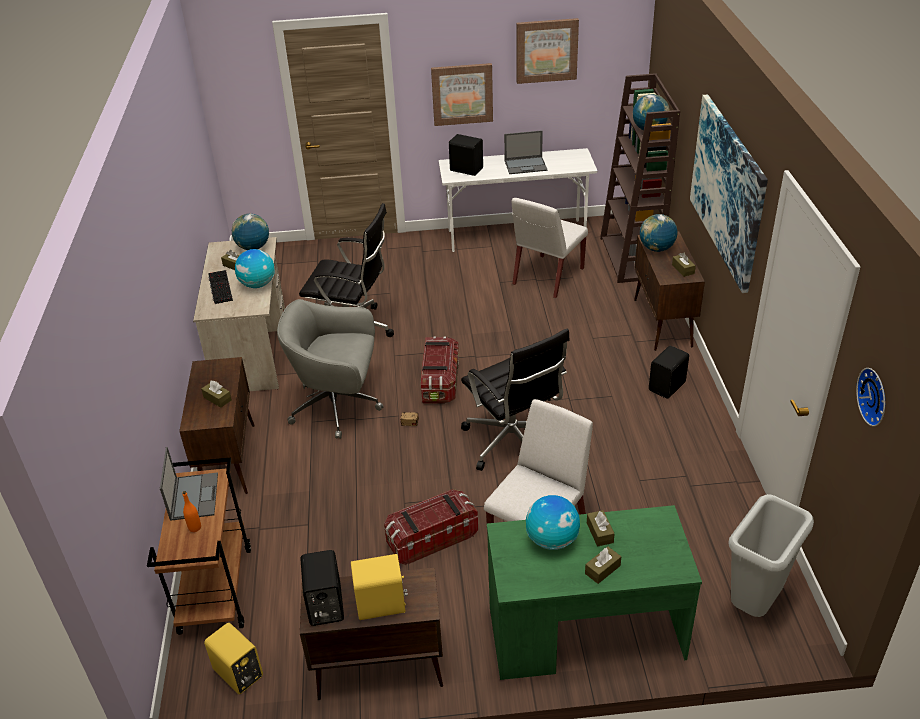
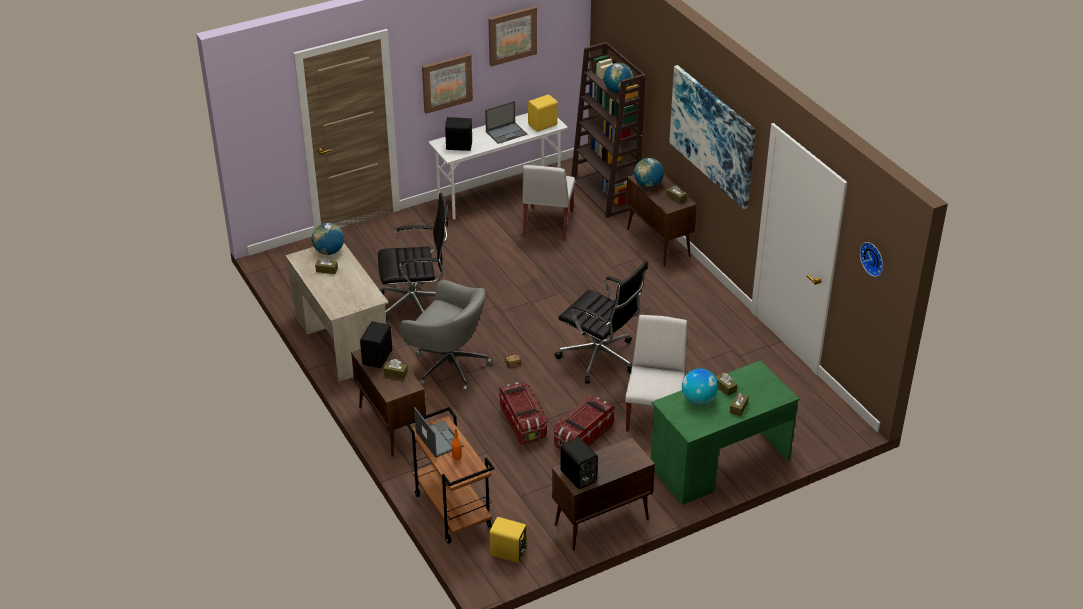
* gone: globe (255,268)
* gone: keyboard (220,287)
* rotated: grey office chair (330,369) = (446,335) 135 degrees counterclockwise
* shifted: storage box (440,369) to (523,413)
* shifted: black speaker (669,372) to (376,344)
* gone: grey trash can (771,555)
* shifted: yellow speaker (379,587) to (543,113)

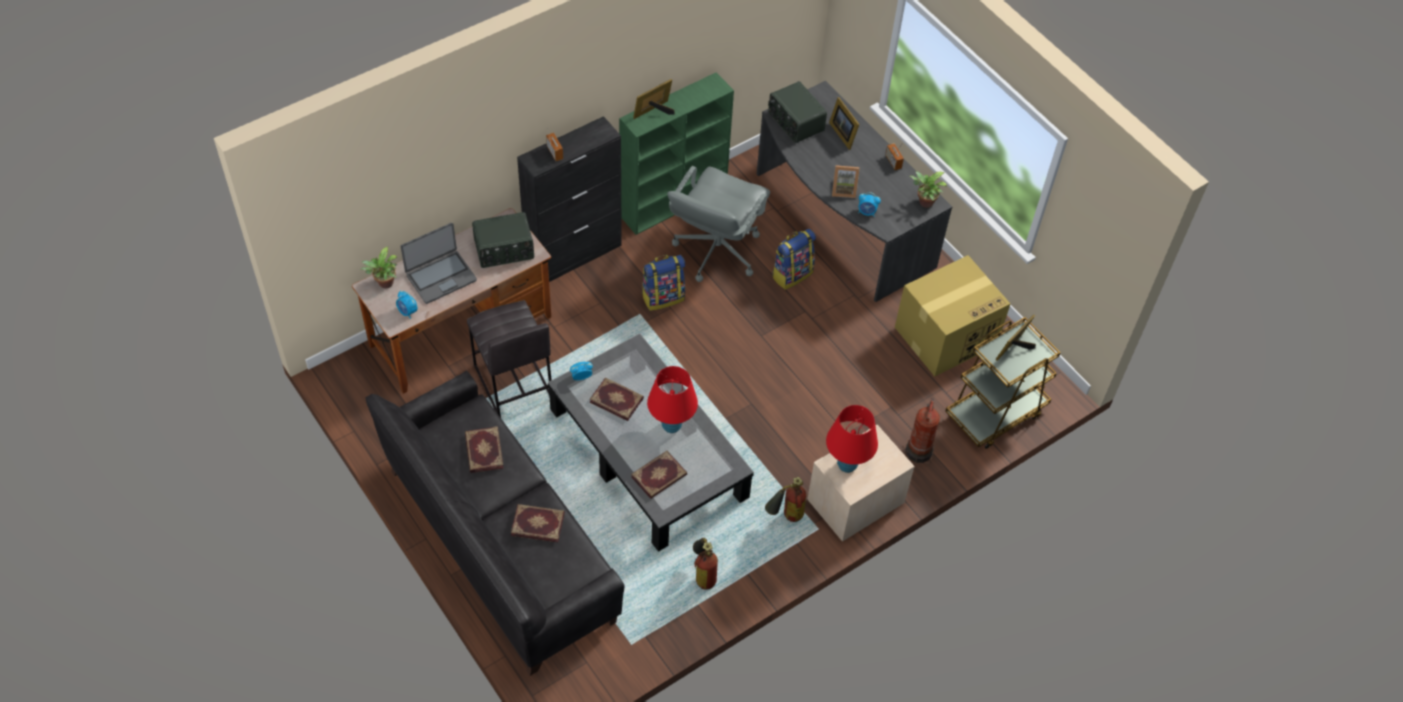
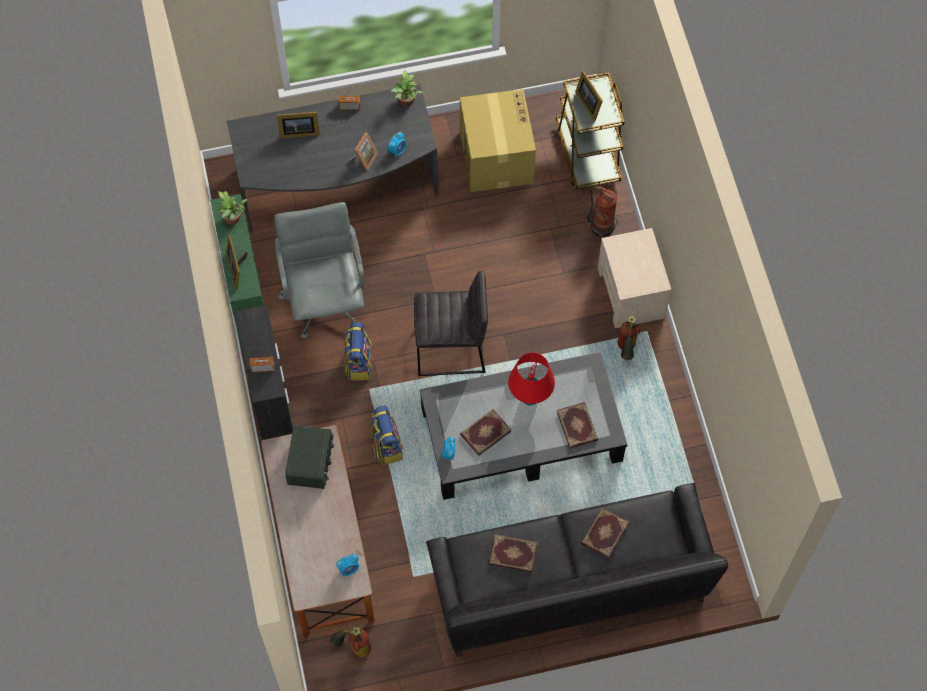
* gone: radio (797,112)
* rotated: grey office chair (718,224) = (319,270) 150 degrees counterclockwise
* gone: laptop (439,263)
* shifted: backpack (794,259) to (386,435)
* shifted: potted plant (378,267) to (232,208)
* shifted: grey stool (509,359) to (451,323)
* gone: red table lamp (852,439)
* shifted: fire extinguisher (705,564) to (350,642)

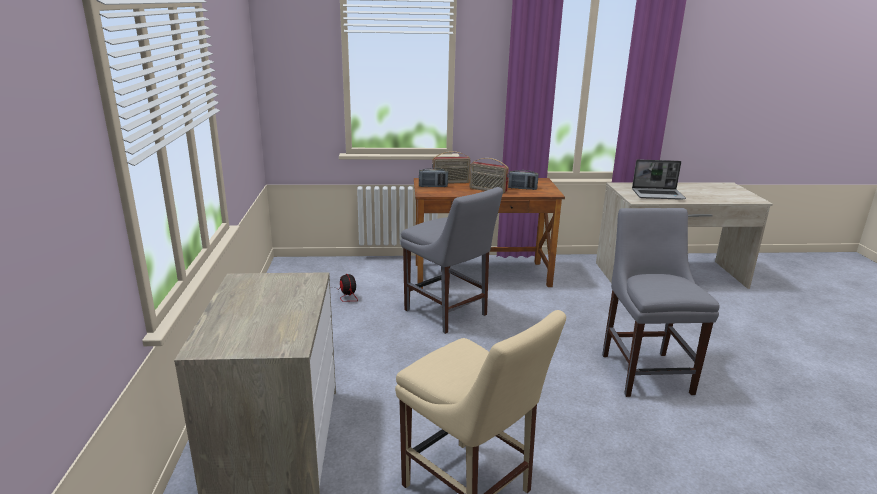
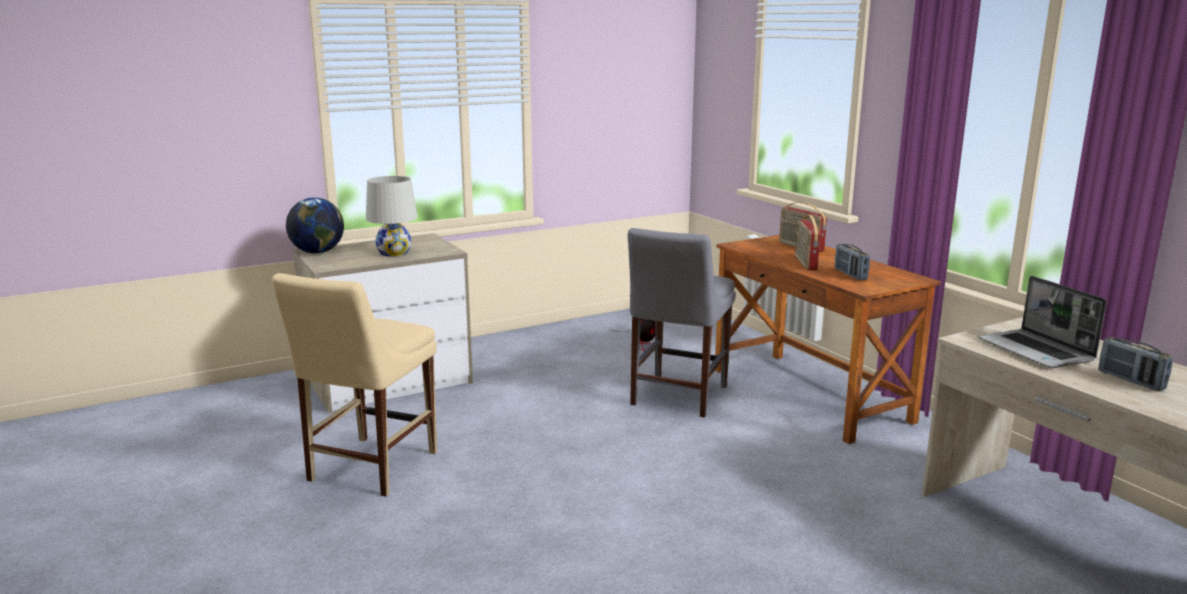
* shifted: radio (433,177) to (1135,364)
* gone: grey chair (661,302)
* new: white table lamp (392,216)
* new: globe (315,226)

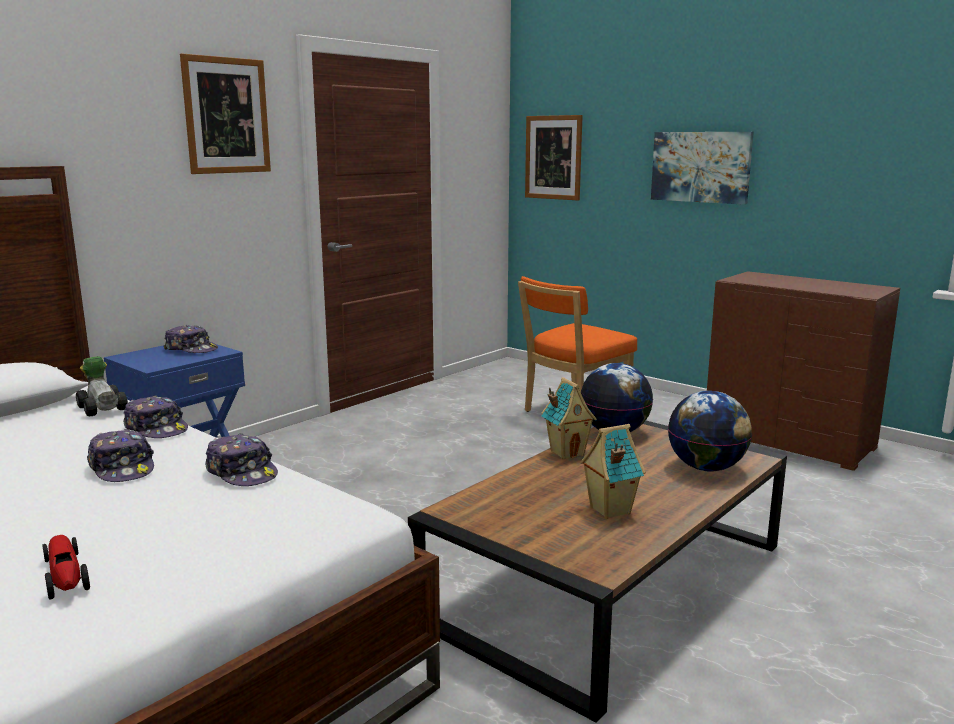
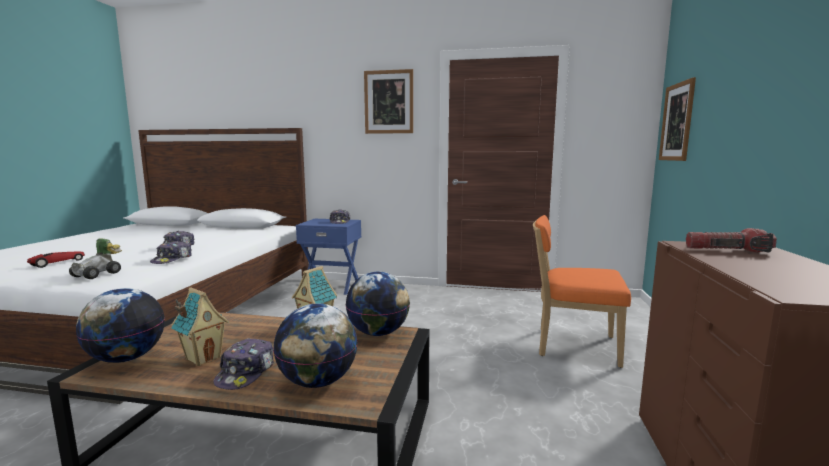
* gone: picture (702,168)
* shifted: toy car (102,386) to (95,258)
* shifted: cap (155,416) to (243,364)
* new: flashlight (731,240)
* new: globe (120,325)

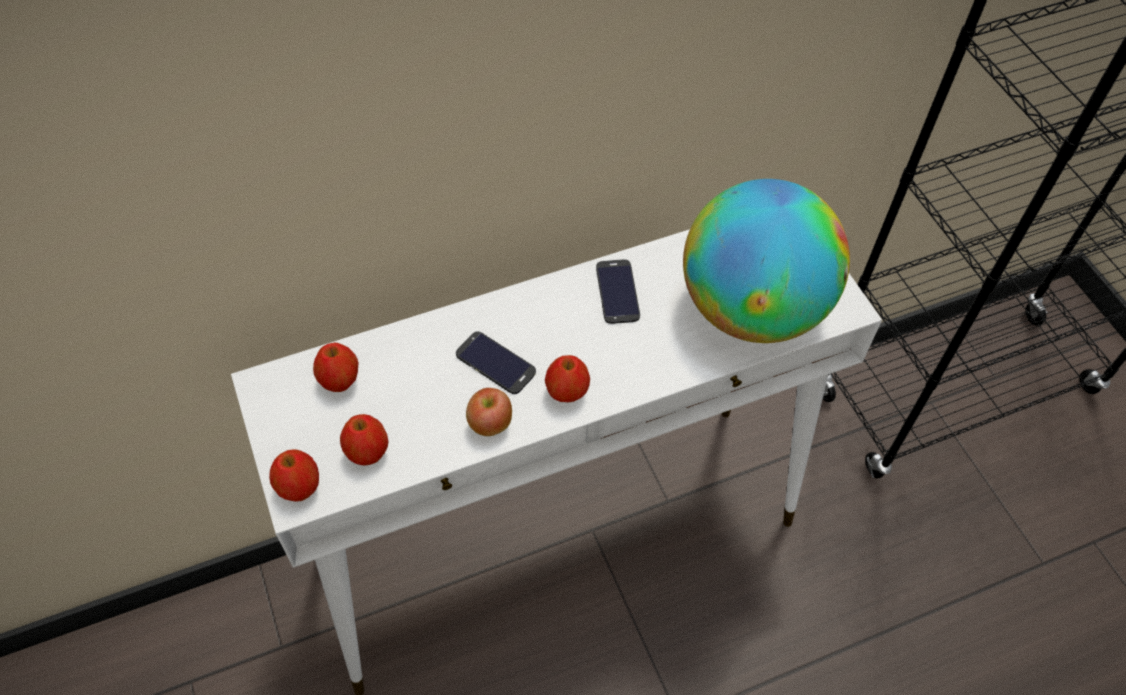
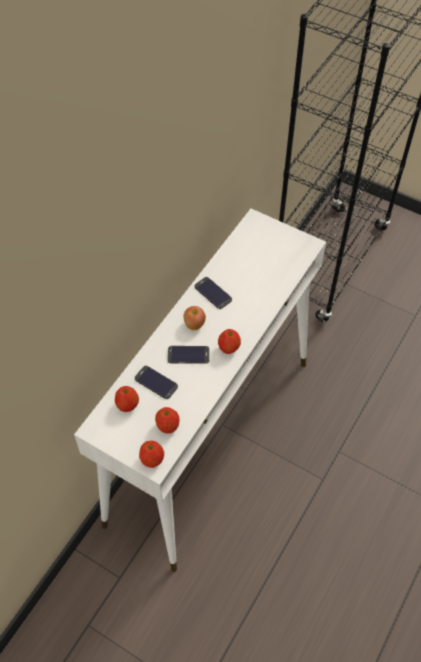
* gone: globe (766,261)
* shifted: apple (489,412) to (194,318)
* new: phone (156,382)

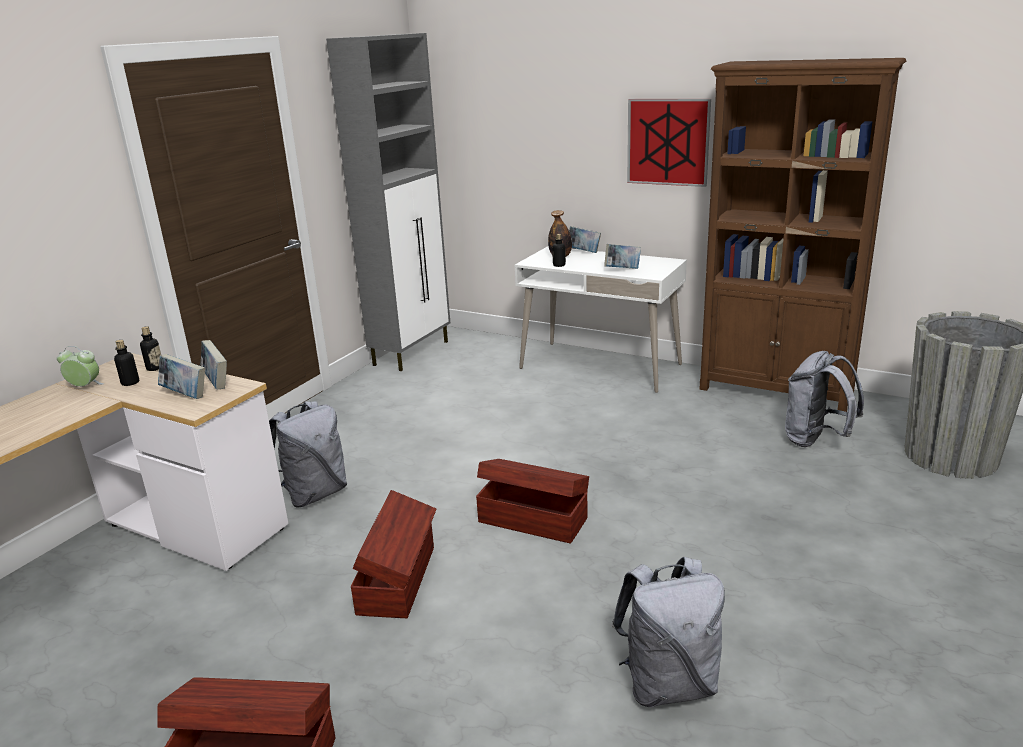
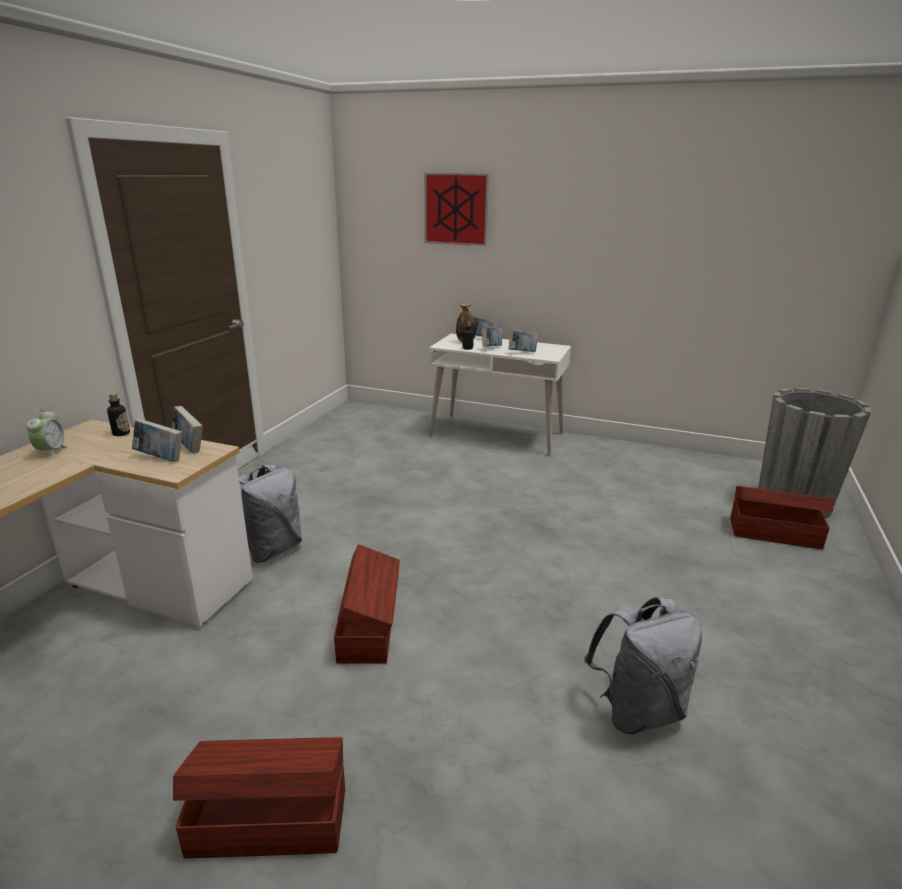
* gone: grey cabinet (388,202)
* gone: brown bookcase (802,235)
* shifted: picture (669,143) to (456,209)
* gone: bottle (126,363)
* rotated: alarm clock (80,366) = (47,434) 90 degrees clockwise
* gone: grey backpack (824,399)
* shifted: brown storage box (532,501) to (782,518)
* new: book (492,337)

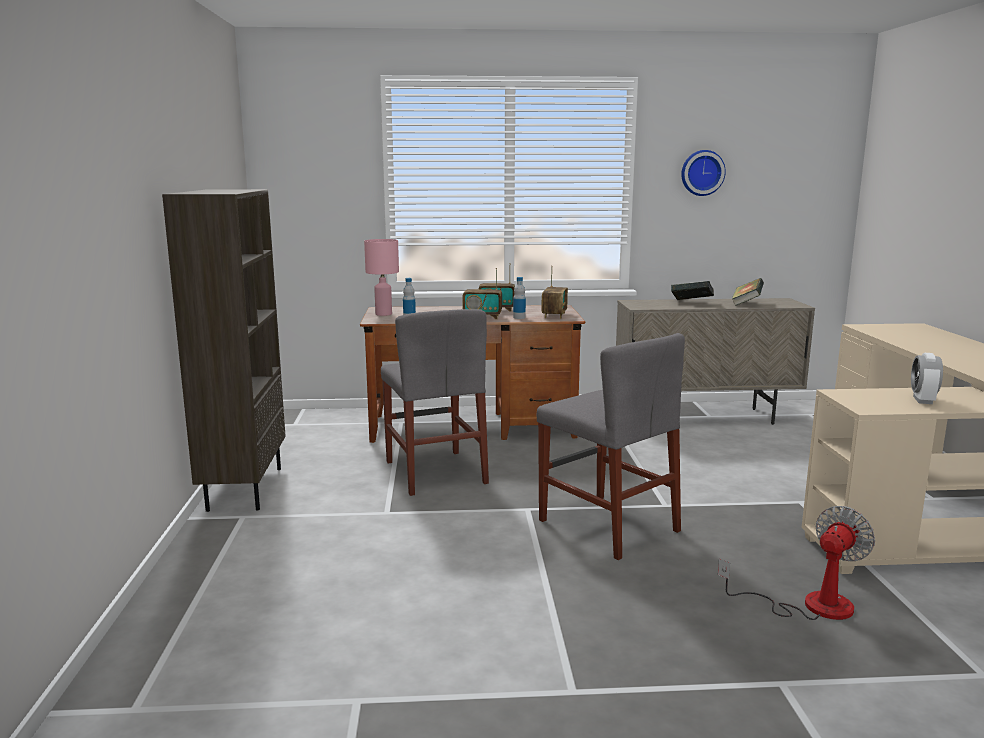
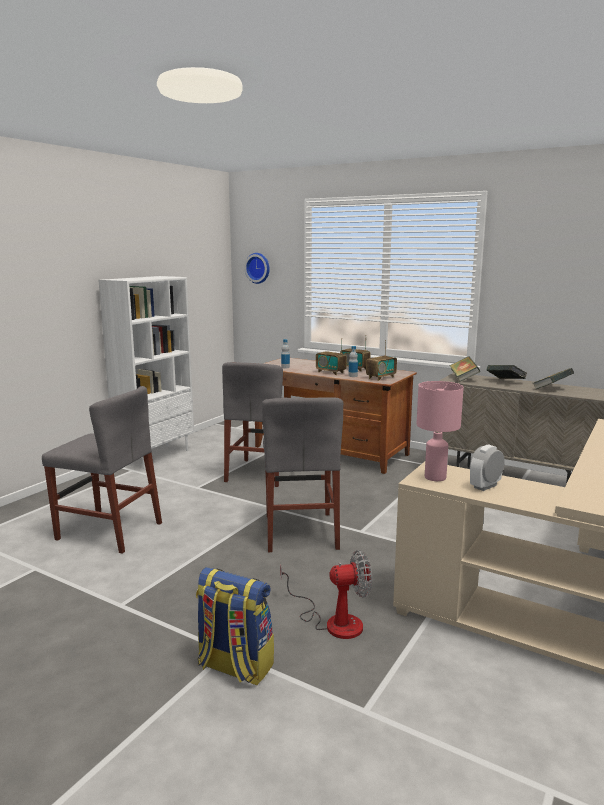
* shifted: wall clock (703,173) to (257,268)
* repainted: brown bookcase (224,350) to white bookcase (146,372)
* shifted: pink table lamp (381,277) to (440,431)
* new: book (465,369)
* new: grey chair (102,470)
* new: backpack (235,626)

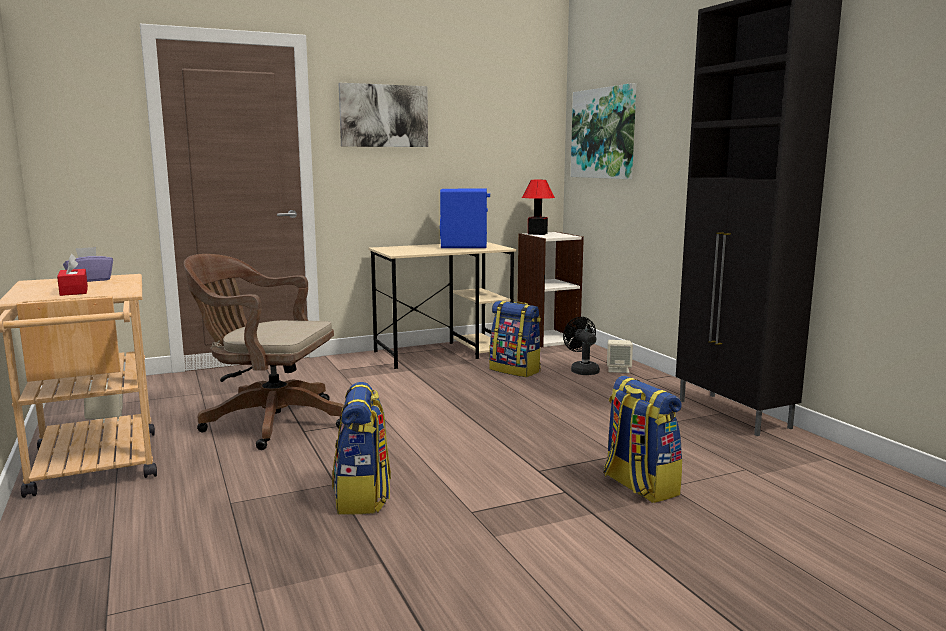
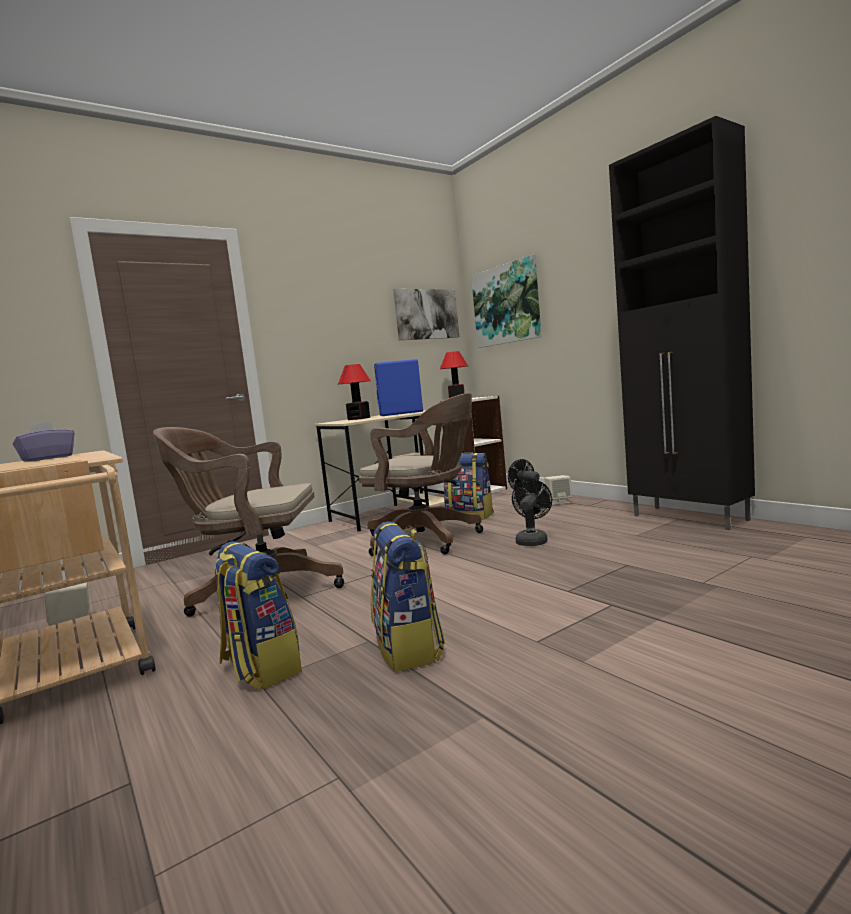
* shifted: picture (383,115) to (426,314)
* gone: red tissue box (72,275)
* shifted: backpack (642,439) to (258,615)
* new: table lamp (354,392)
* new: brown office chair (420,474)
* new: black fan (532,512)

